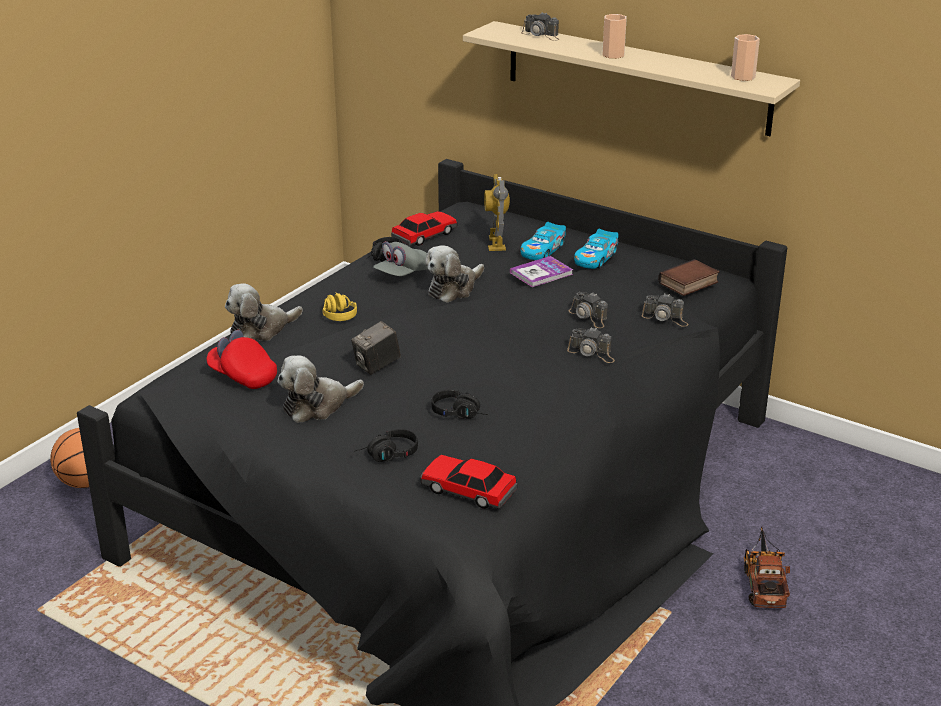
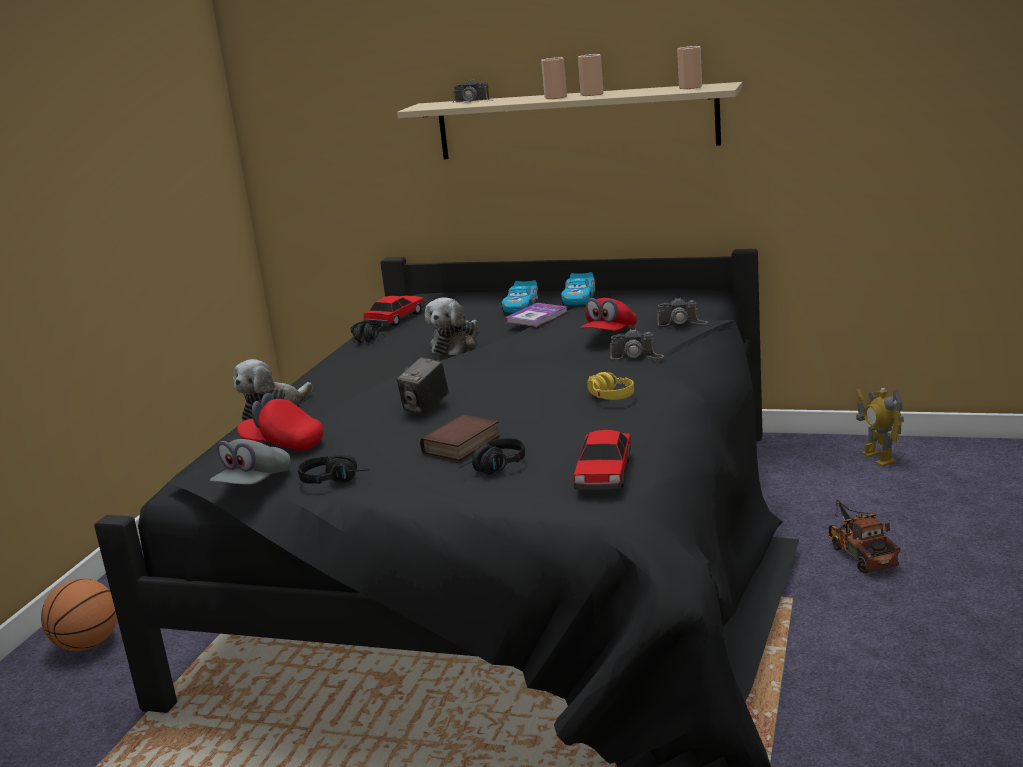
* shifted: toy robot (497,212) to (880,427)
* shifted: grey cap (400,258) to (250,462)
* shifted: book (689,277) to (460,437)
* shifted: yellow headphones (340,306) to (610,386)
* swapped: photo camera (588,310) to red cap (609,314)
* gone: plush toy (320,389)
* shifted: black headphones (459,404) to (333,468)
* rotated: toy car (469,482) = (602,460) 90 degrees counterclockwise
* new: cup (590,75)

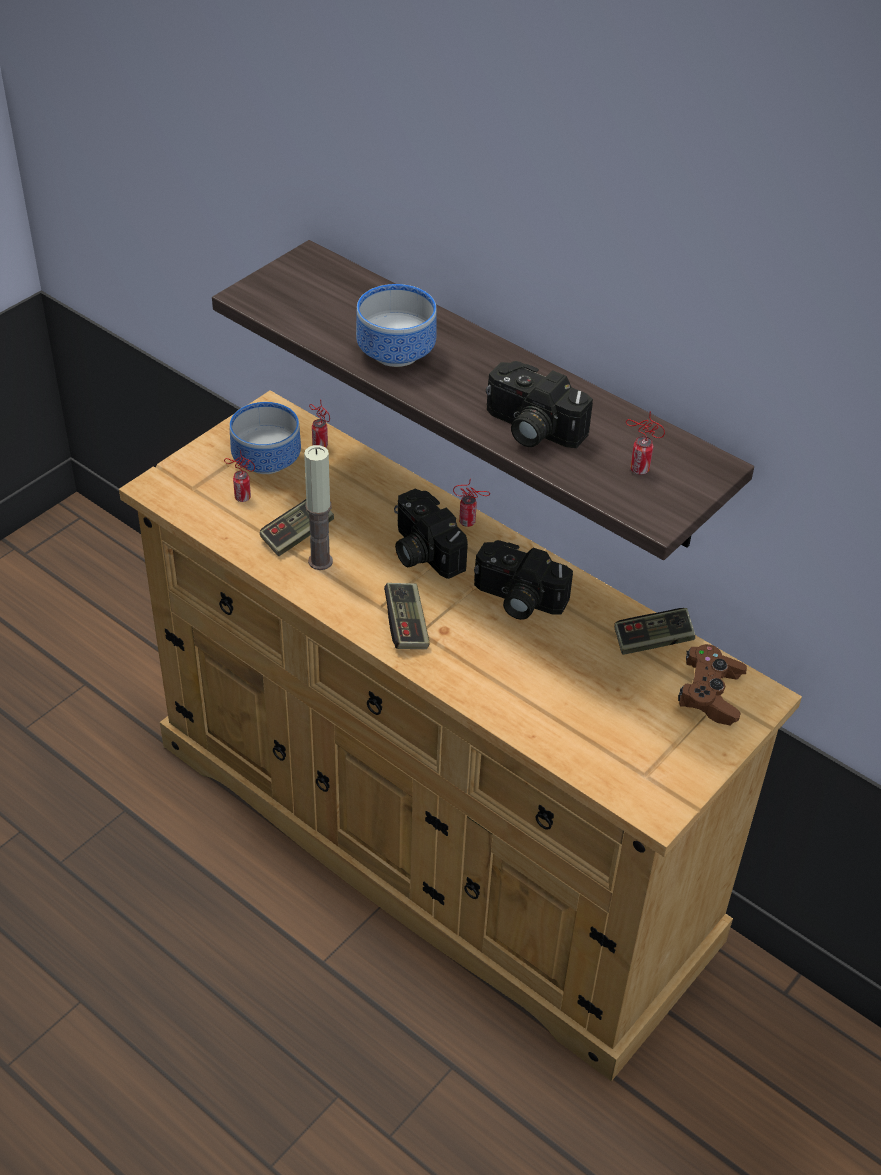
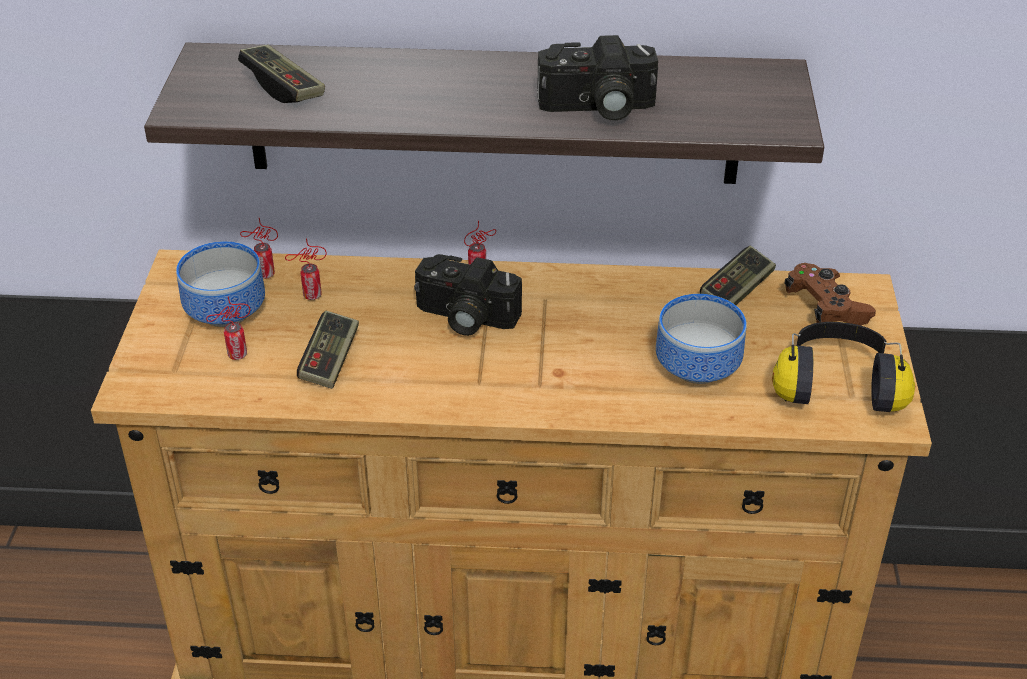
* shifted: bowl (396,325) to (701,339)
* shifted: can (645,442) to (306,269)
* gone: candle (318,507)
* gone: photo camera (523,580)
* shifted: game controller (407,616) to (281,73)
* new: headphones (843,367)

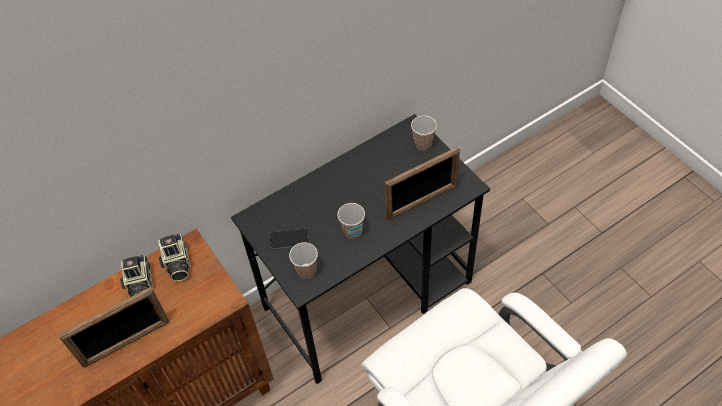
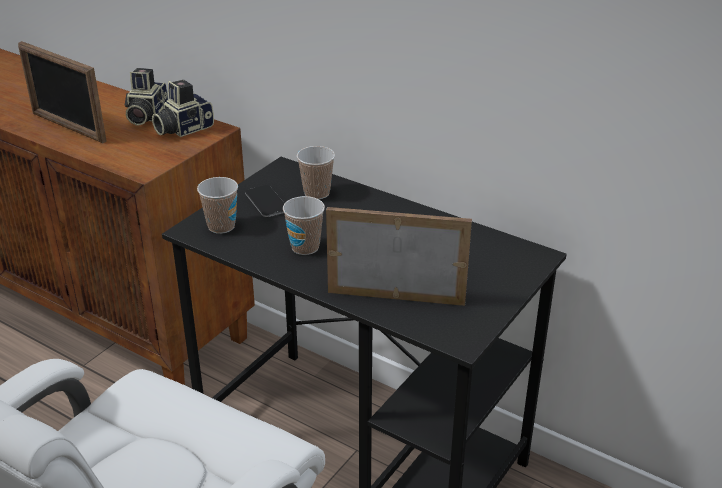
* shifted: cup (424,132) to (316,172)
* rotated: picture frame (422,183) = (399,256) 150 degrees clockwise
* rotated: photo camera (136,275) = (146,96) 45 degrees counterclockwise

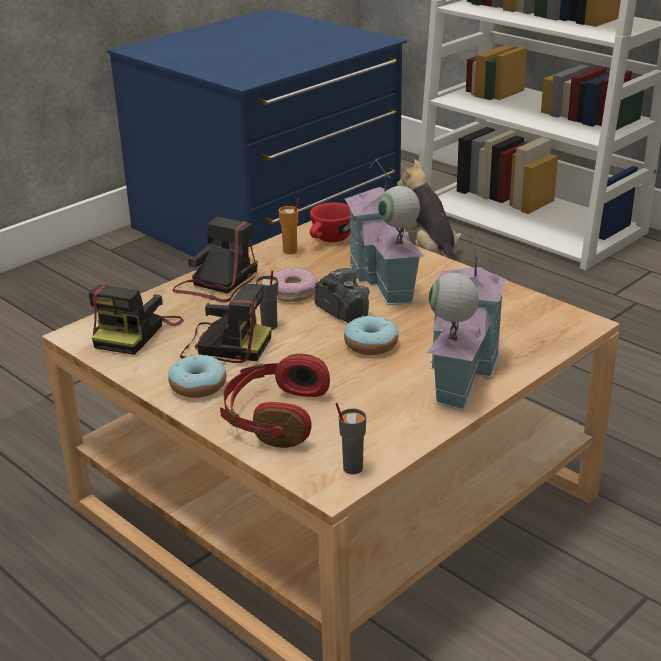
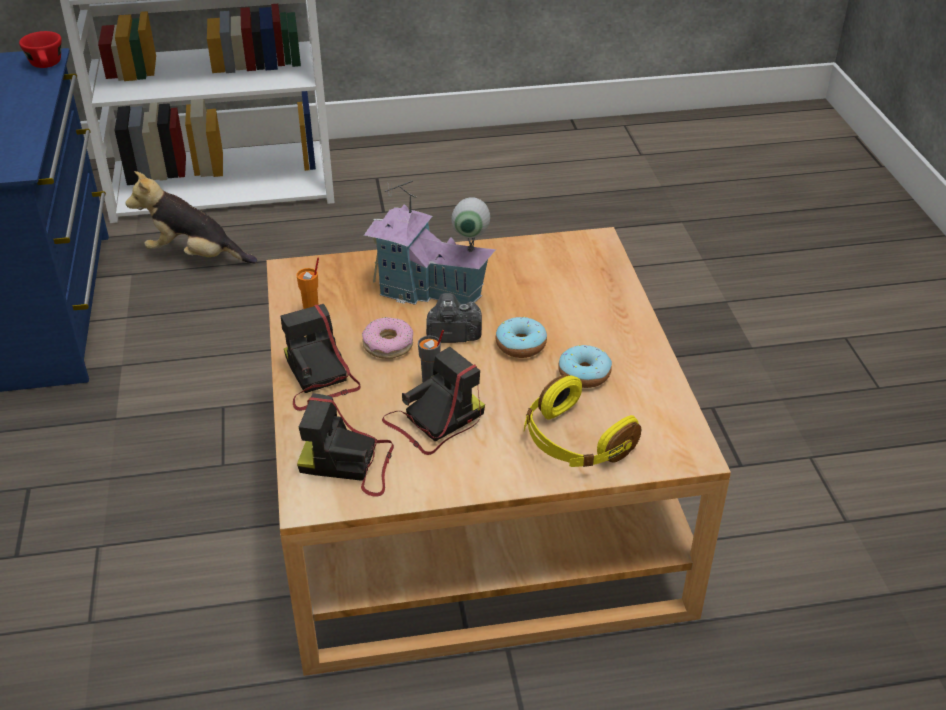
* shifted: red cup (330,222) to (40,49)
* gone: toy house (466,322)
* rotated: photo camera (136,320) = (345,445) 135 degrees clockwise
* repainted: red headphones (275,401) to yellow headphones (582,421)
* shifted: donut (197,376) to (585,366)
* gone: grey cup (350,438)

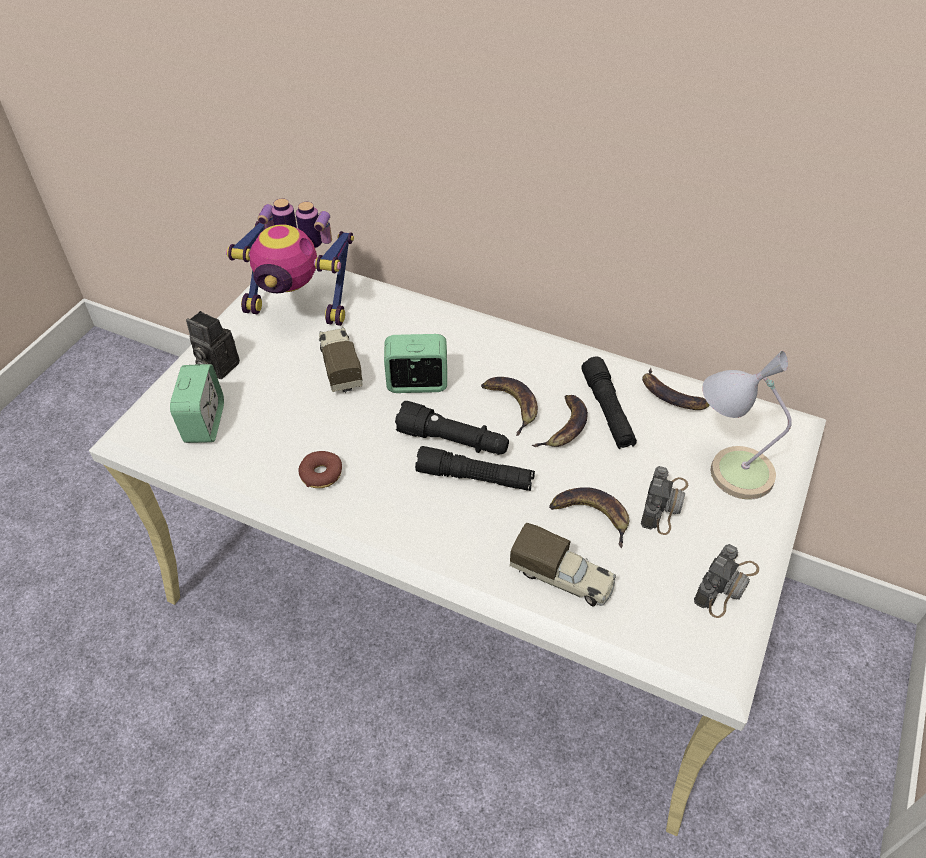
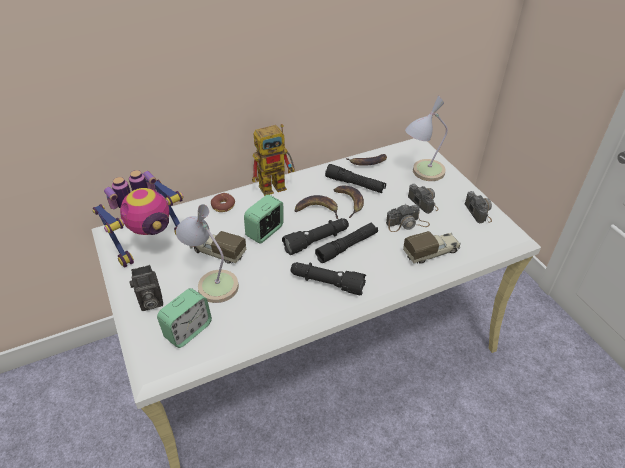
* rotated: alarm clock (197,403) = (184,318) 90 degrees clockwise
* shifted: donut (320,469) to (223,202)
* swapped: banana (589,517) to photo camera (408,218)
* new: toy robot (273,160)
* new: table lamp (207,253)
* new: black flashlight (328,279)

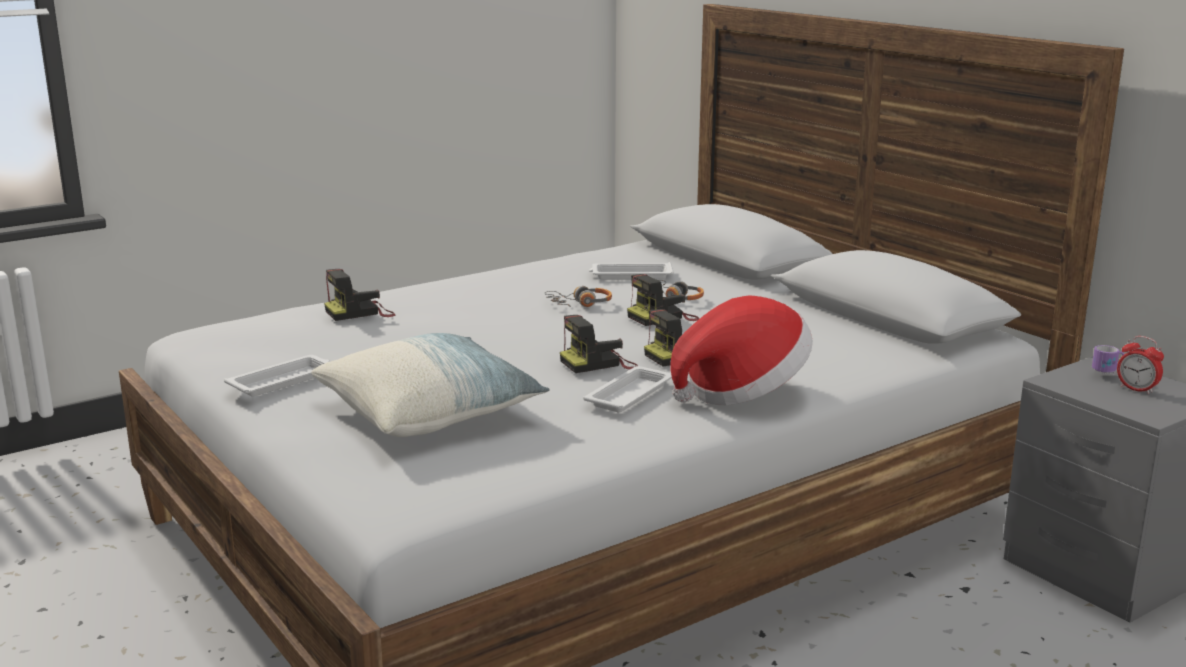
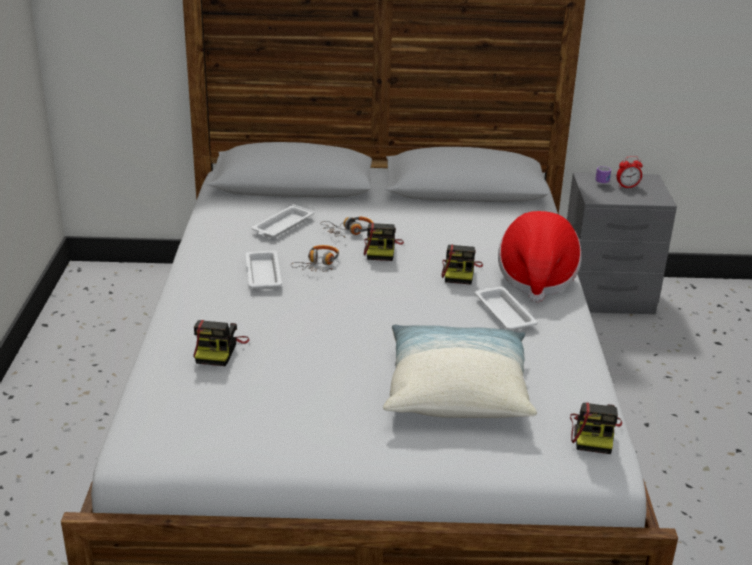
* shifted: photo camera (599,344) to (596,428)
* shifted: white tray (276,376) to (264,270)

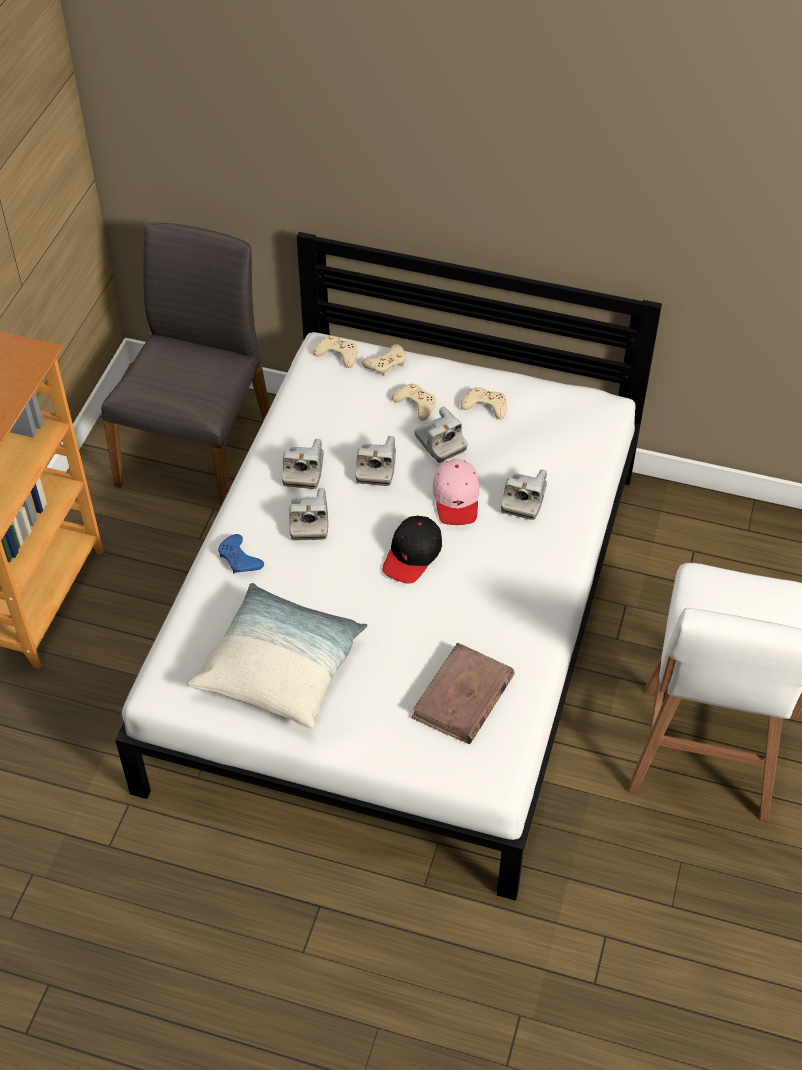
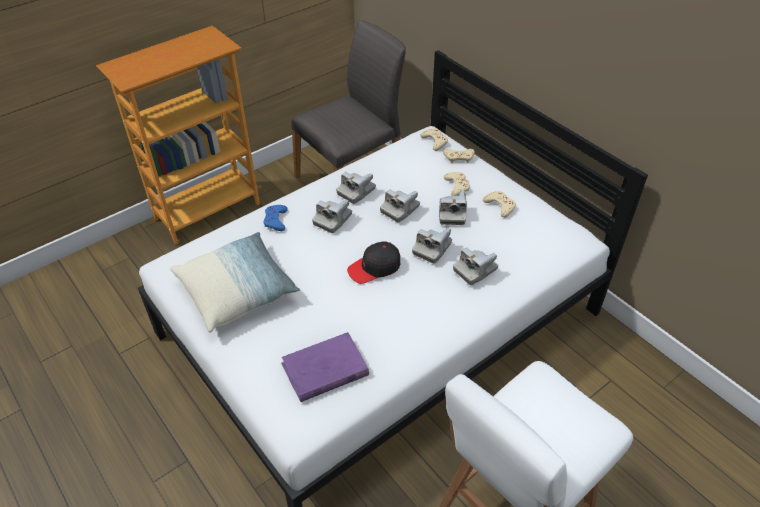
* swapped: pink cap (456,492) to photo camera (432,245)
* repainted: brown book (463,693) to purple book (325,367)

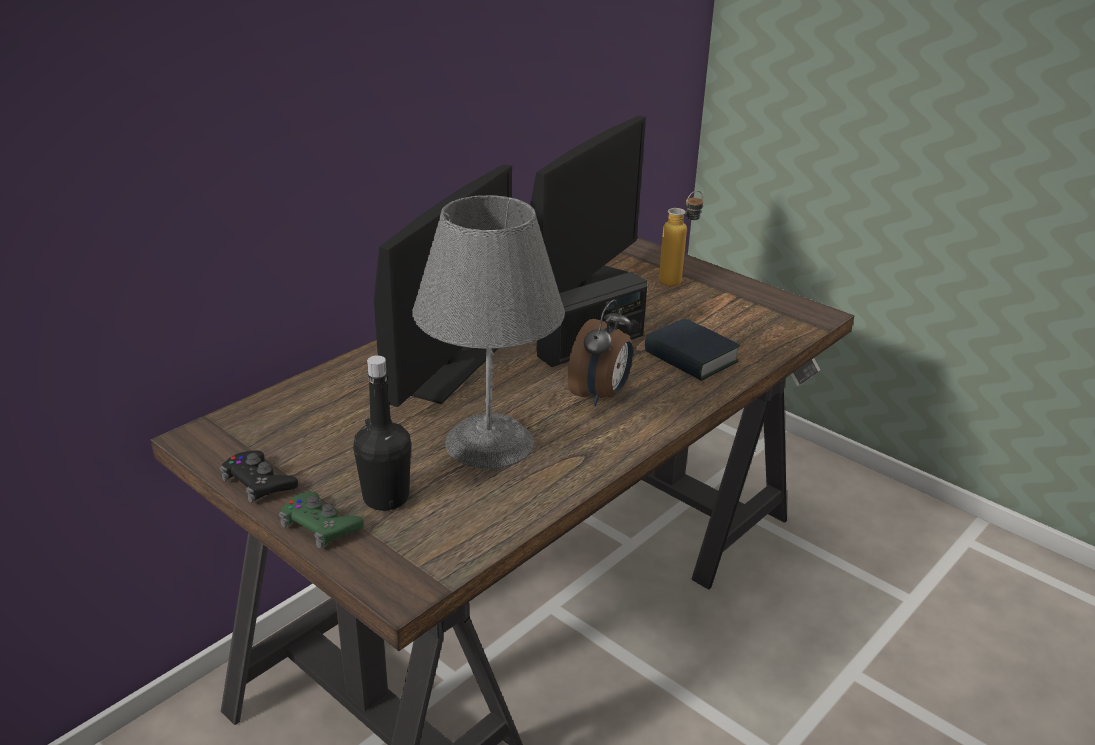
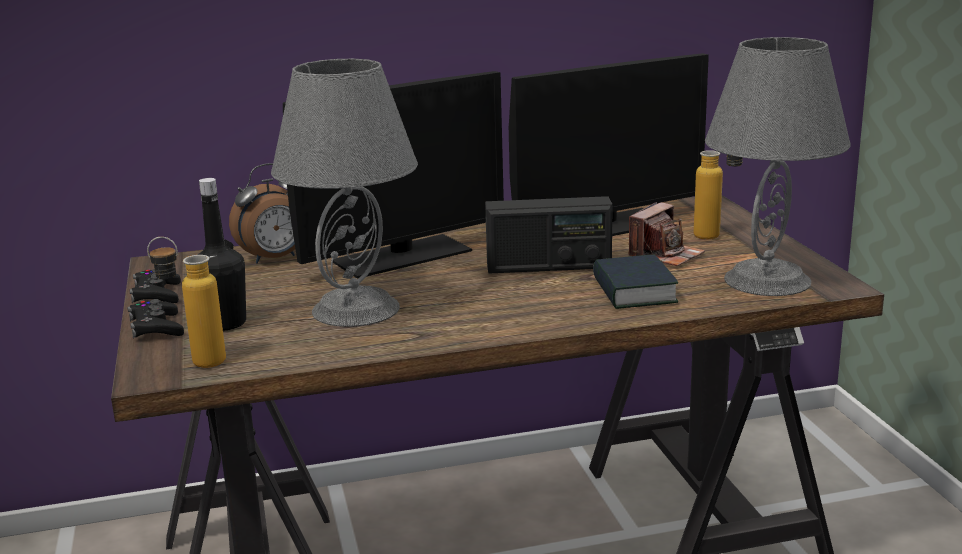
* shifted: alarm clock (600,352) to (262,213)
* repainted: green game controller (321,520) to black game controller (155,319)
* new: grey table lamp (778,166)
* new: photo camera (666,234)
* new: bottle (186,302)

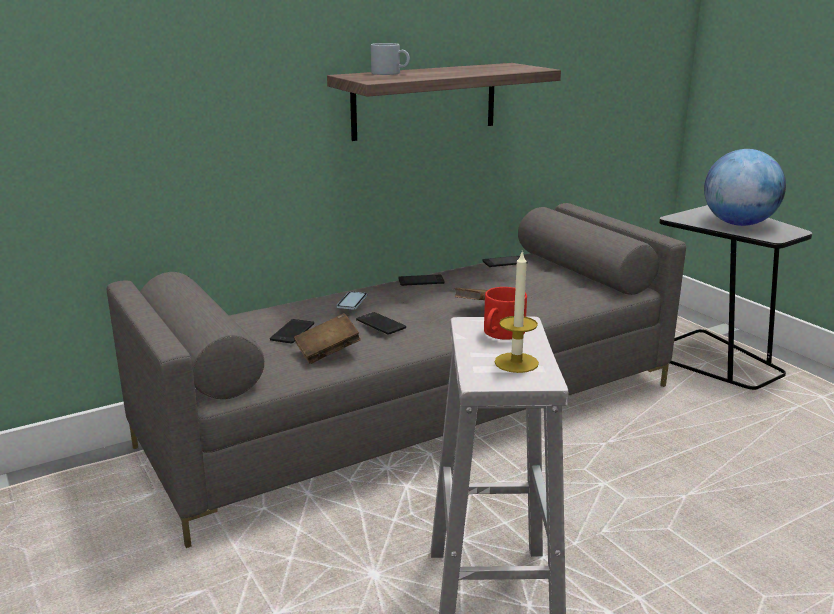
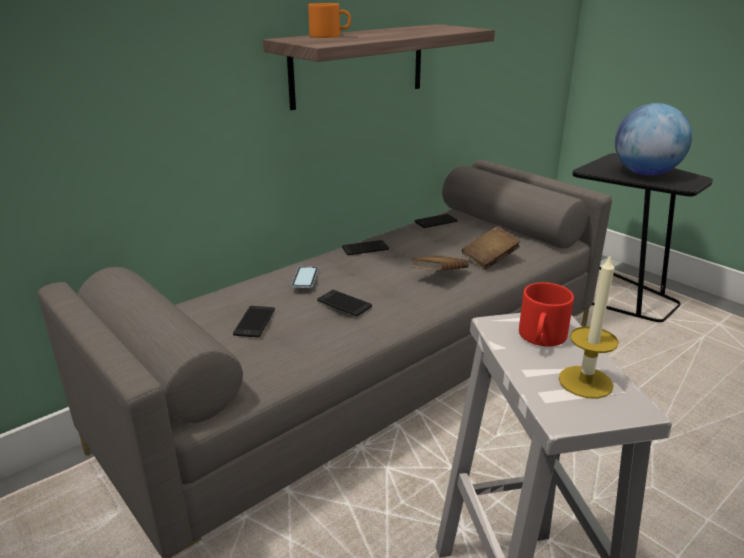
* repainted: grey mug (390,59) to orange mug (329,20)
* shifted: brown book (327,338) to (491,248)

